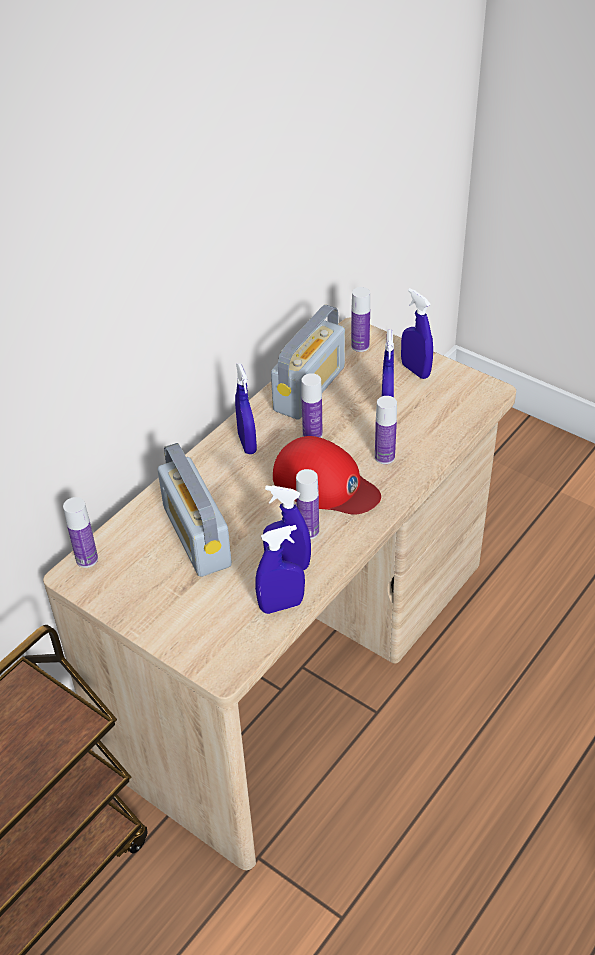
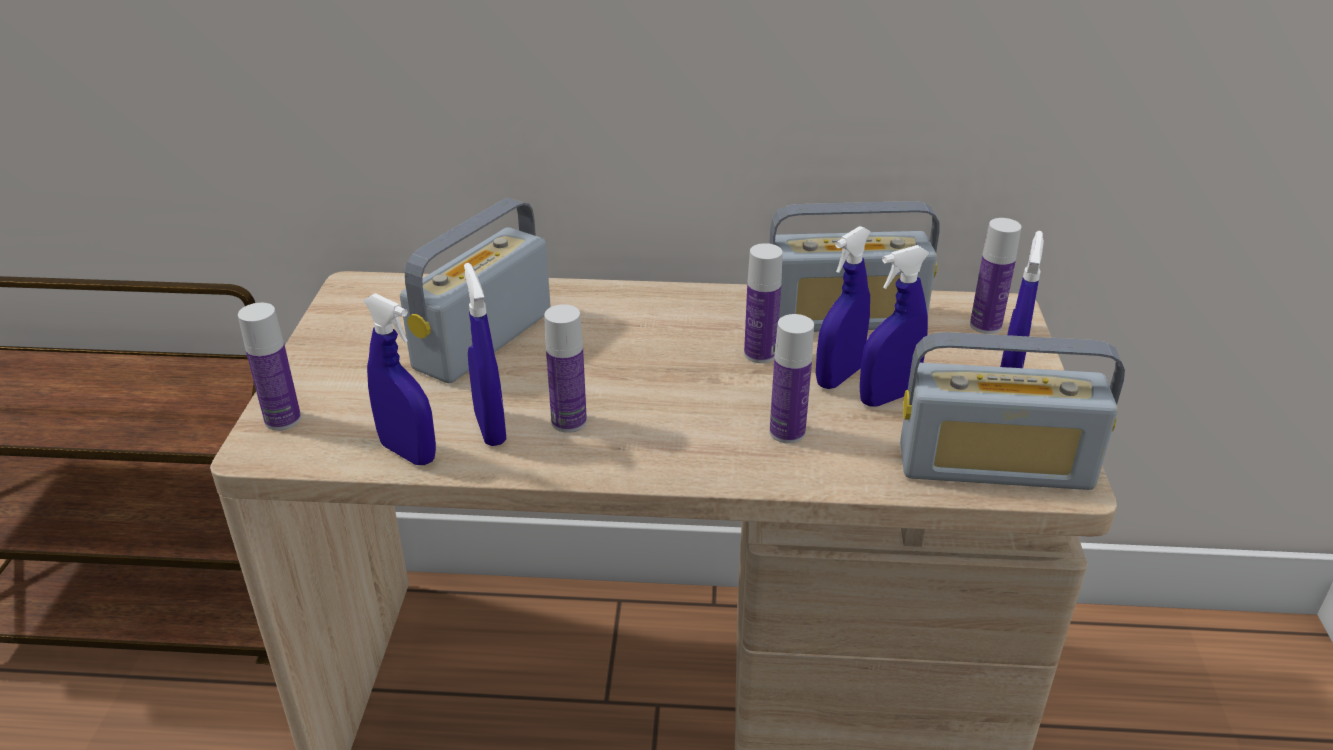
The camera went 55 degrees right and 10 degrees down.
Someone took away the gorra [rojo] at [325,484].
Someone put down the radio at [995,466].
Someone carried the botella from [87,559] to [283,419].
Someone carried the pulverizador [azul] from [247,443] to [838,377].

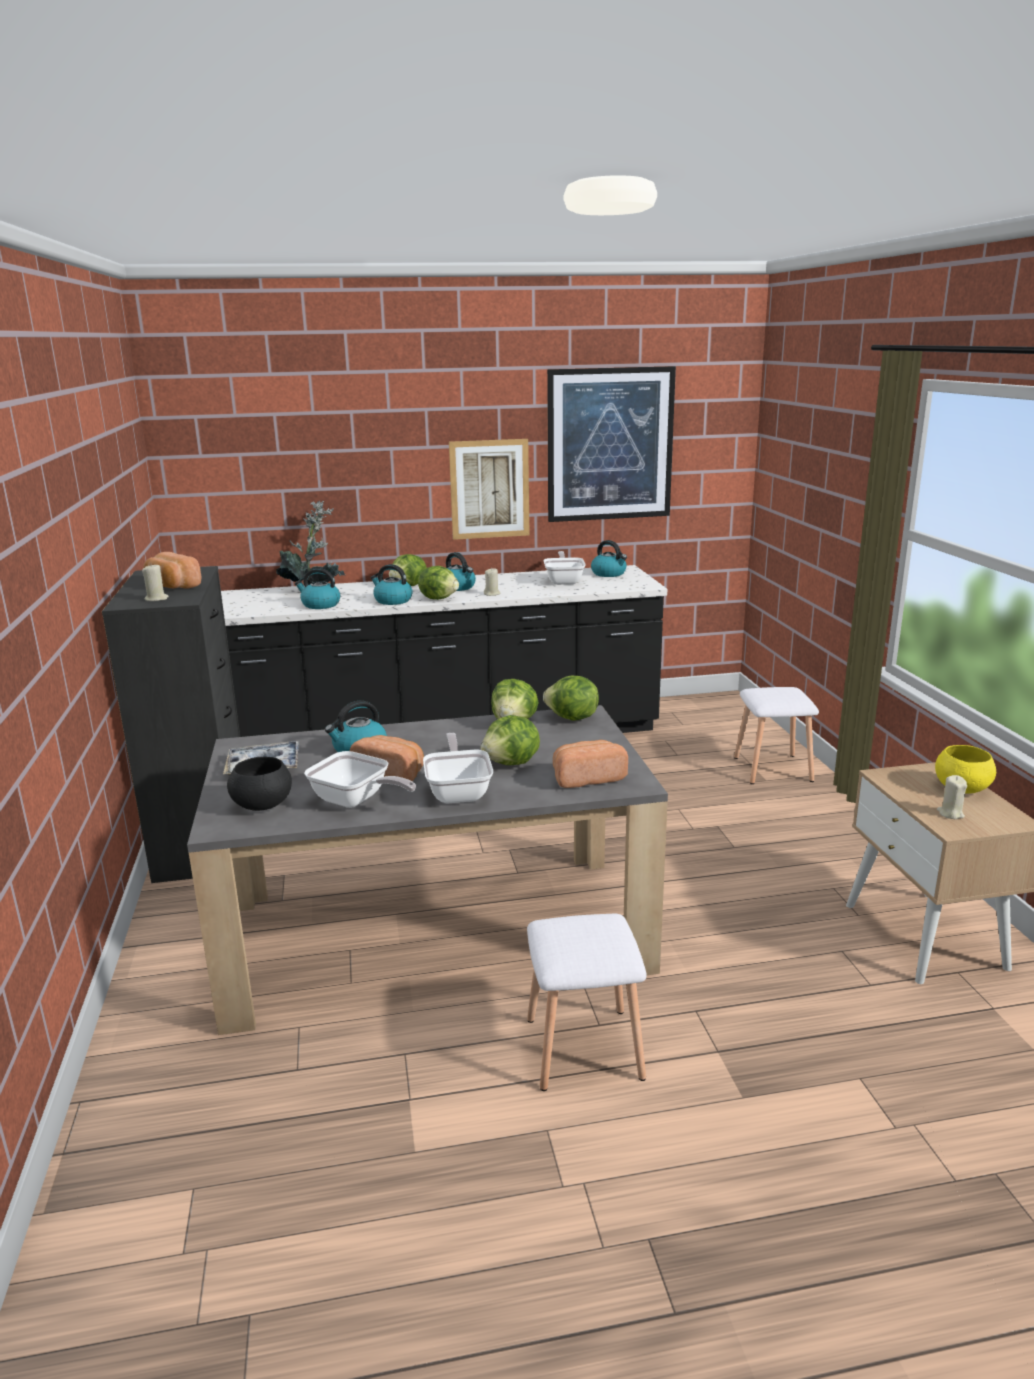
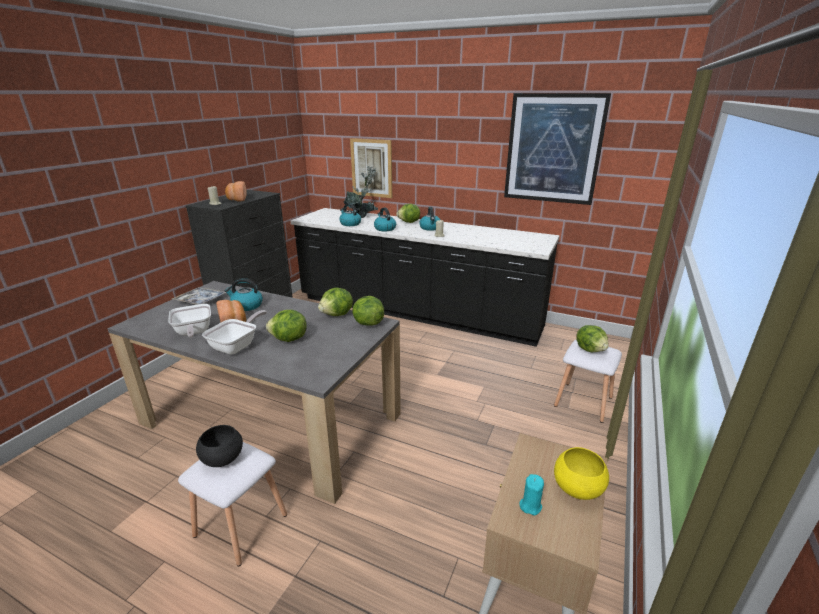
The camera went 35 degrees right and 5 degrees up.
Someone took away the sartén at [564,581].
Someone took away the pan at [587,778].
Someone took away the hervidor at [609,574].
Someone carried the cuenco [negro] from [262,805] to [222,459].
Someone carried the lechuga from [439,598] to [590,349].
Someone carried the cuadro from [489,489] to [371,168].
Someone repainted the vela [beis] at [950,813], which became the vela [turquesa] at [530,505].

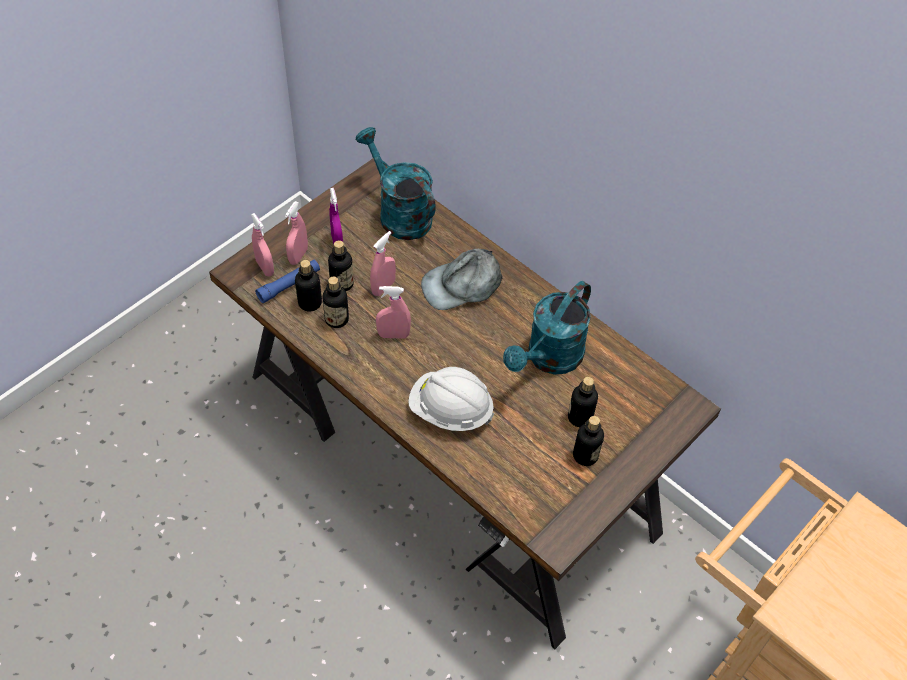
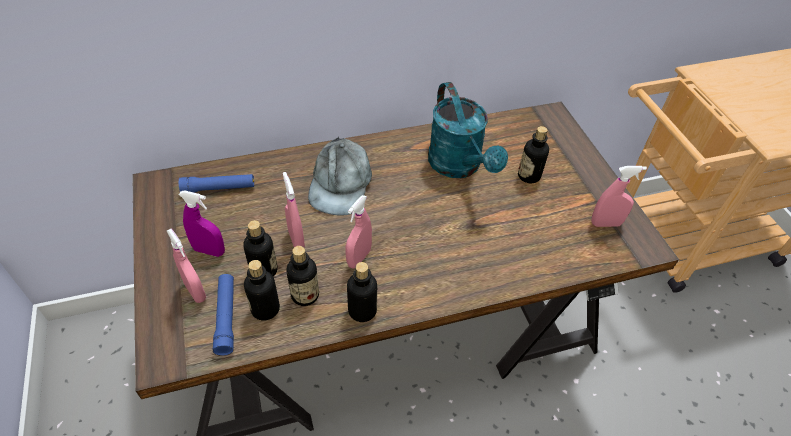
The camera went 60 degrees left and 5 degrees down.
Someone took away the casco [blanco] at [450,411].
Someone carried the pulverizador [rosa] from [265,267] to [606,223].
Someone carried the botella from [585,455] to [362,311].
Someone swapped the regadera [turquesa] at [399,213] for the linterna [azul] at [219,188].

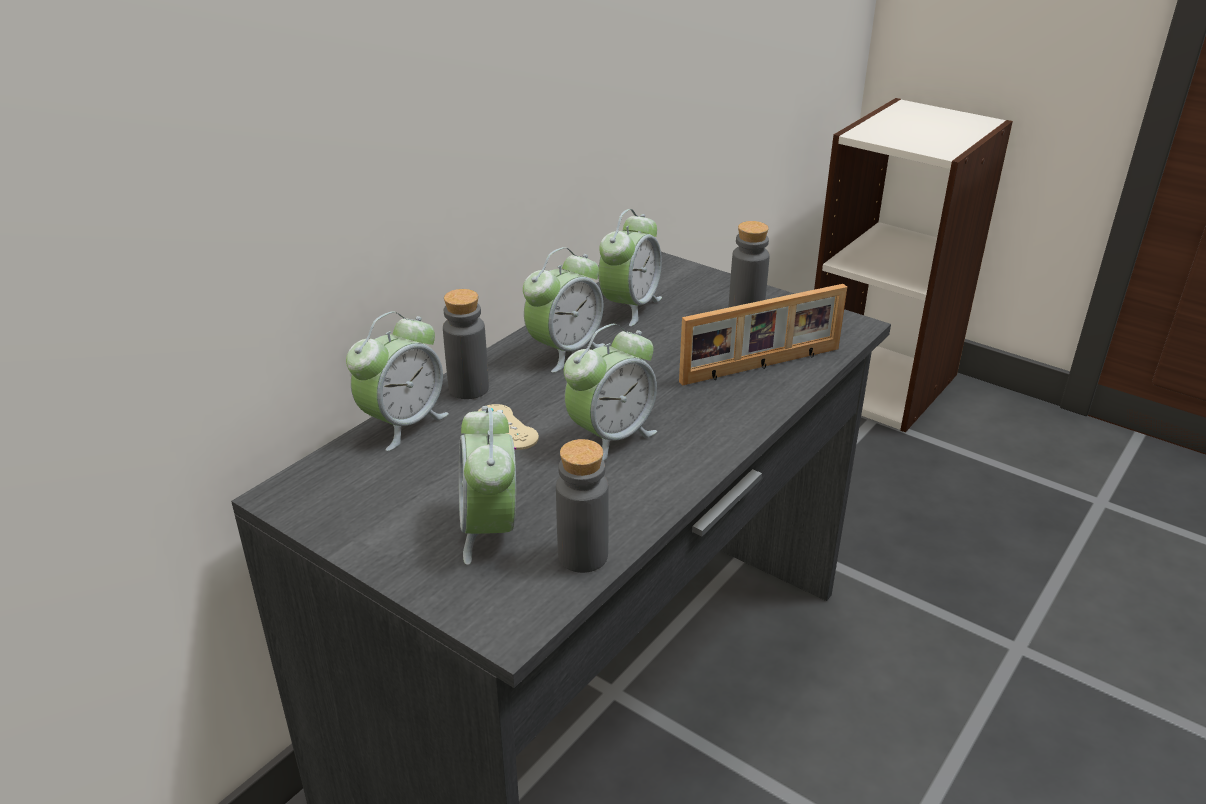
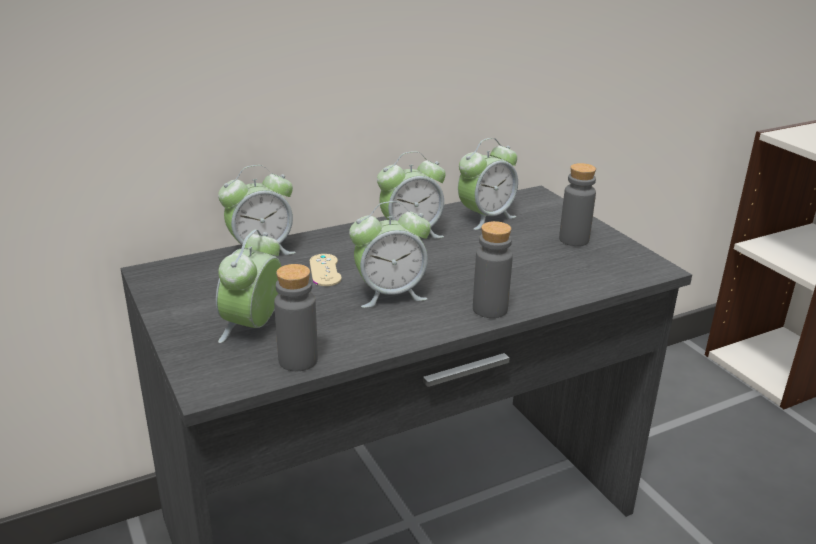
The camera went 25 degrees right and 5 degrees down.
Someone took away the portarretratos at [762,366].
Someone carried the botella [gris] from [468,388] to [490,309].

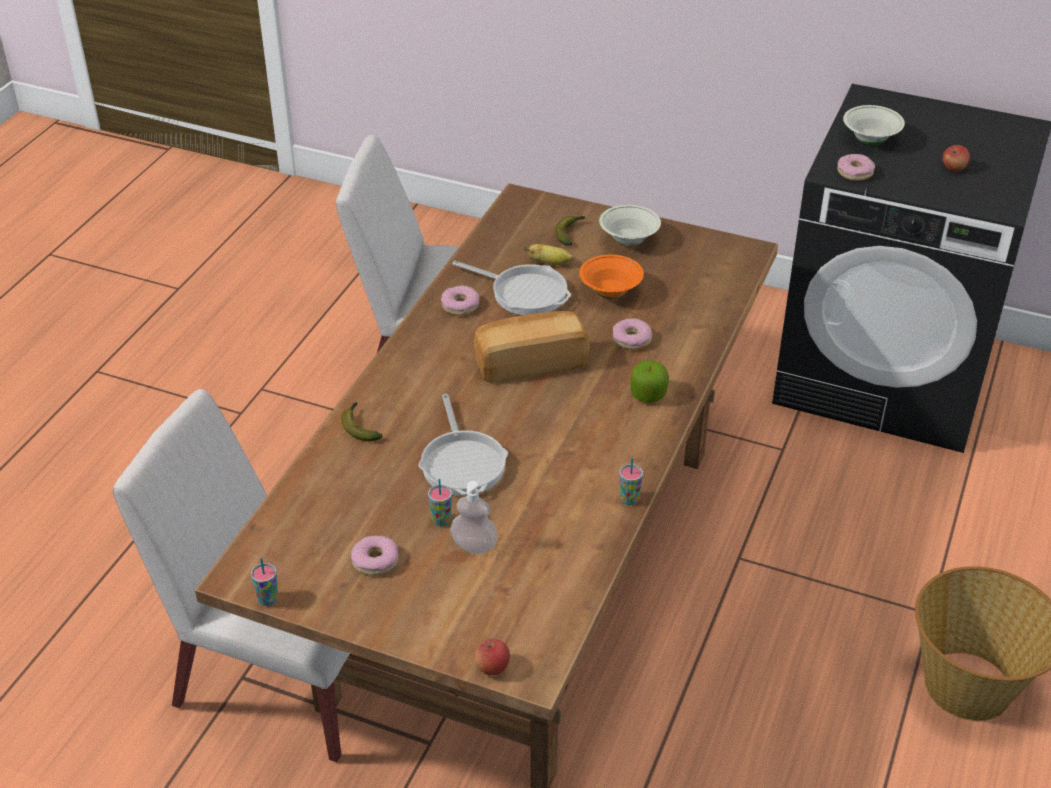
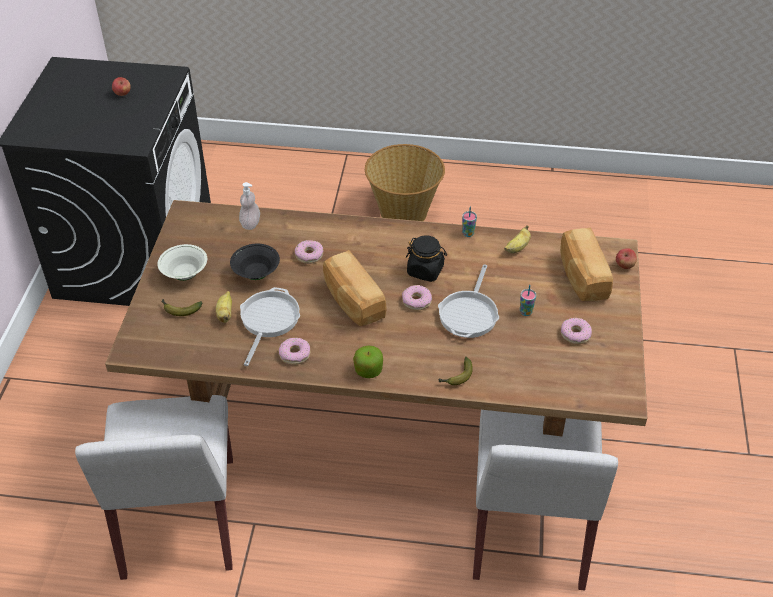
The camera went 105 degrees left and 5 degrees up.
Someone took away the taza at [268,599].
Someone took away the cuenco [blanco] at [870,141].
Someone put down the tarro [negro] at [425,270].
Someone put down the plátano at [517,248].
Someone put down the pan at [581,277].
Someone carried the dispensador de jabón from [474,545] to [250,224].
Someone carried the manzana from [648,394] to [368,370].
Someone carried the rosquilla from [854,172] to [416,301].
Someone repainted the cuenco [naranja] at [610,293], which became the cuenco [negro] at [256,274].
Someone rotated the sartén at [462,463] by 135 degrees clockwise.

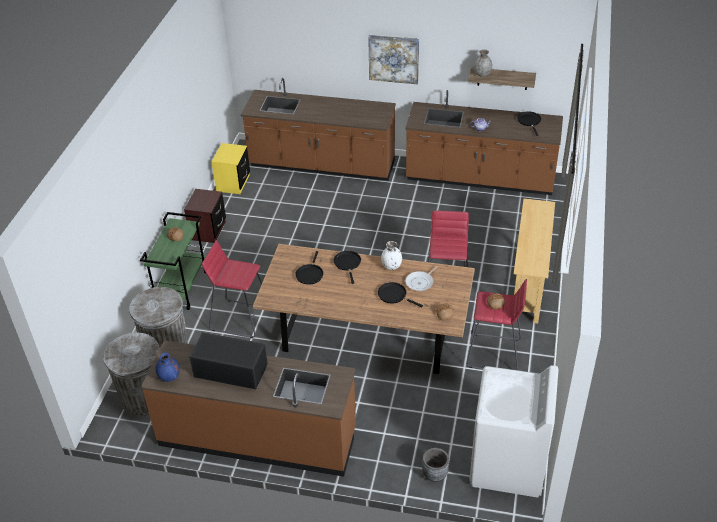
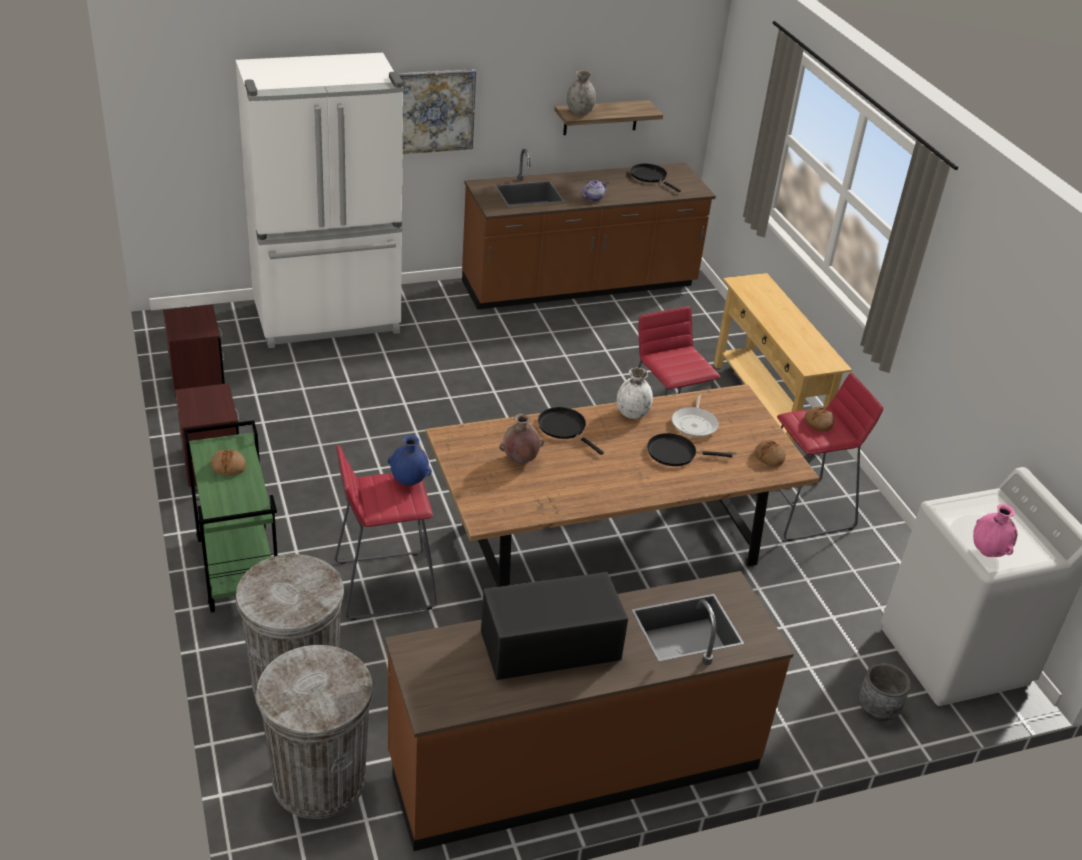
The camera went 35 degrees left and 5 degrees down.
Someone put down the florero [rosa] at [988,553].
Someone carried the florero [azul] from [170,378] to [409,482].
Someone swapped the mueble bajo de cocina [marrón] at [322,165] for the nevera [blanco] at [328,319].
Someone swapped the sartén [negro] at [310,274] for the florero [marrón] at [520,460].
Someone repainted the mesita de noche [amarillo] at [233,183], which became the mesita de noche [marrón] at [197,379].

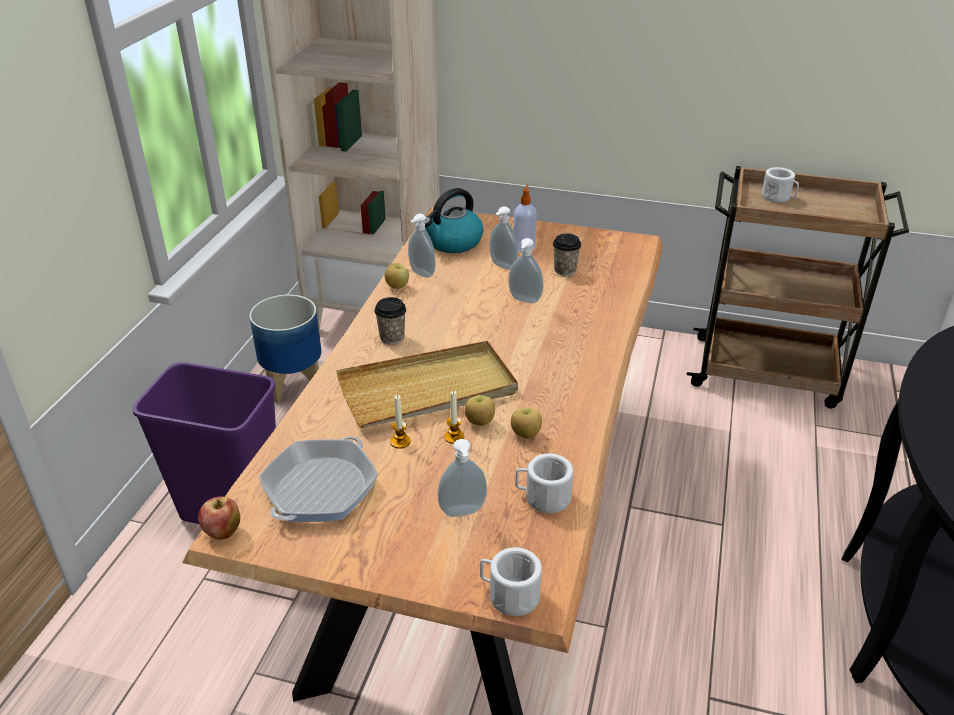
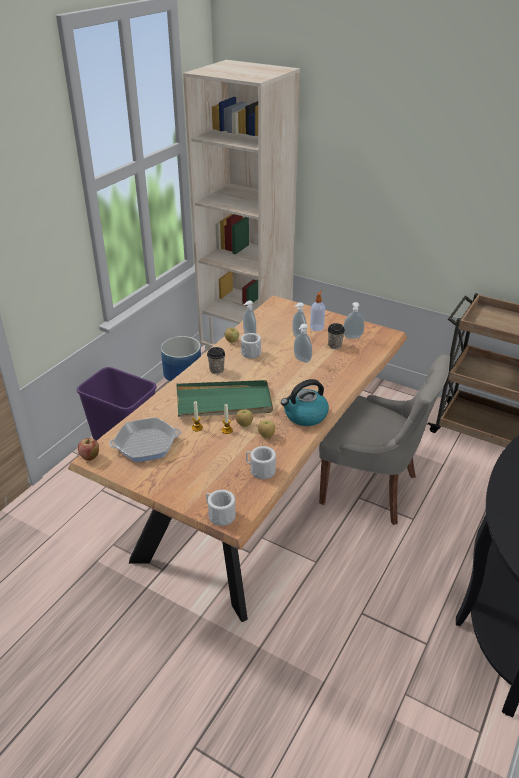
The camera went 15 degrees right and 0 degrees up.
Someone put down the silla [gris] at [371,489].
Someone carried the hervidor from [452,242] to [305,416].
Someone carried the dispensador de jabón from [463,513] to [352,338].
Someone carried the taza grande [blanco] from [778,197] to [252,354].
Someone repainted the bandeja [beis] at [428,390], which became the bandeja [verde] at [224,402].
Someone rotated the sartén at [320,488] by 150 degrees counterclockwise.

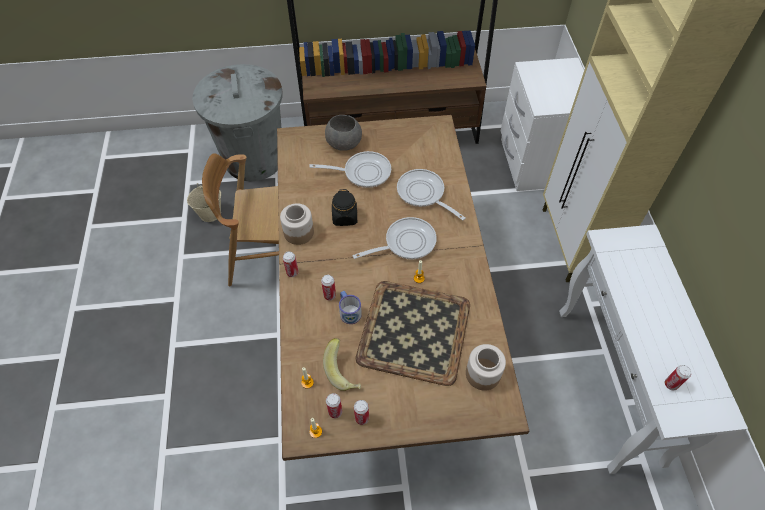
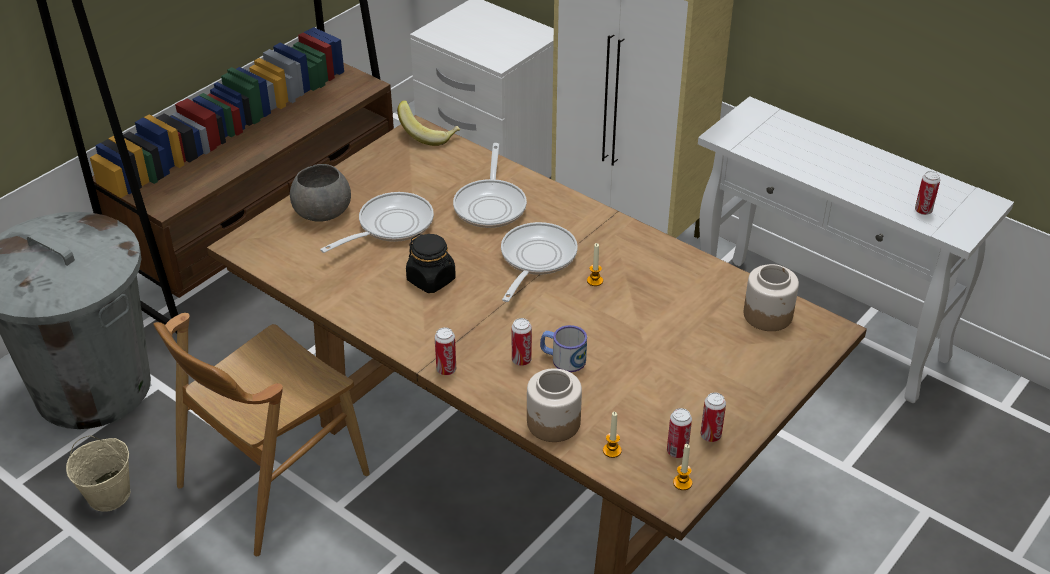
The camera went 45 degrees left and 15 degrees down.
Someone took away the bandeja at [413,330].
Someone carried the tarro from [298,233] to [553,423].
Someone carried the plátano from [344,371] to [429,135].
Someone rotated the sartén at [423,194] by 90 degrees counterclockwise.

